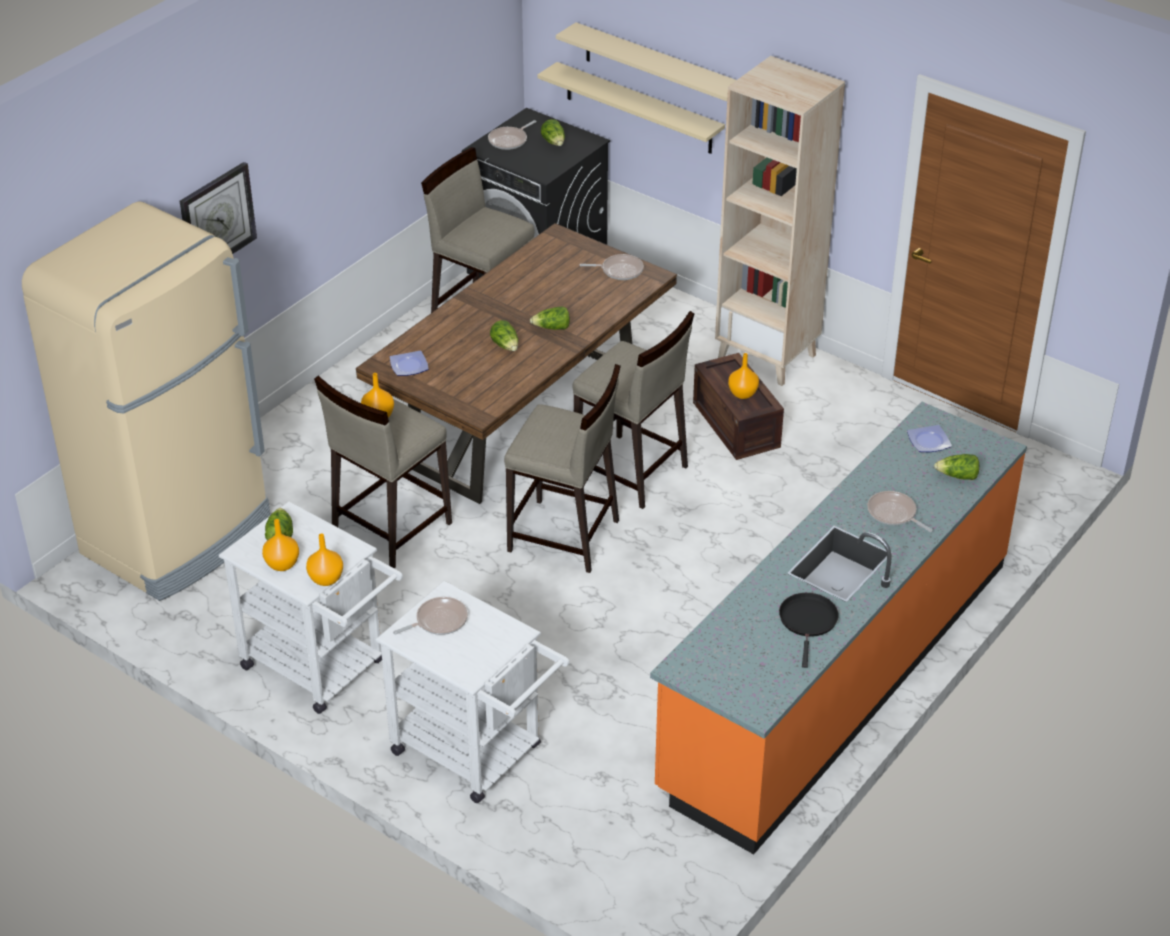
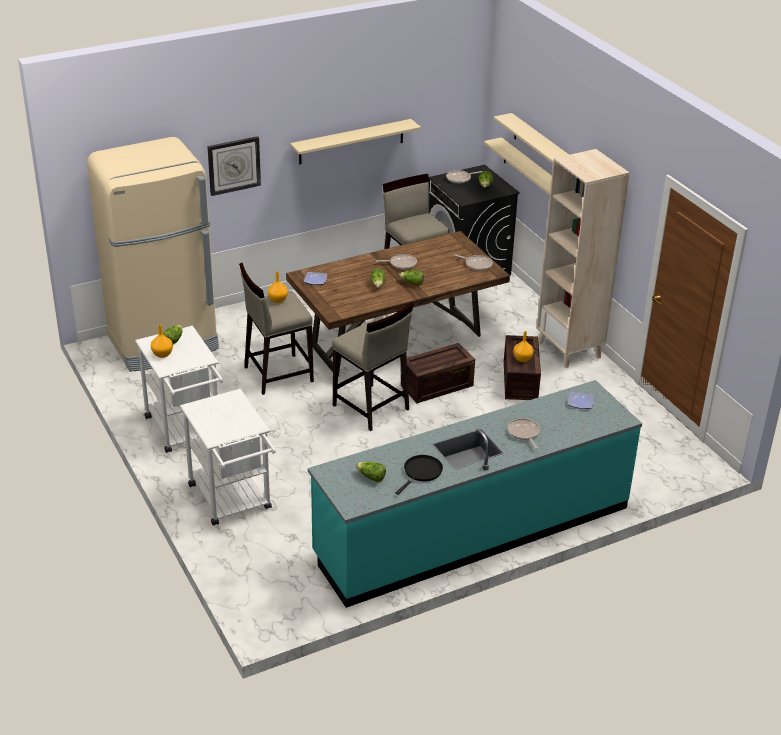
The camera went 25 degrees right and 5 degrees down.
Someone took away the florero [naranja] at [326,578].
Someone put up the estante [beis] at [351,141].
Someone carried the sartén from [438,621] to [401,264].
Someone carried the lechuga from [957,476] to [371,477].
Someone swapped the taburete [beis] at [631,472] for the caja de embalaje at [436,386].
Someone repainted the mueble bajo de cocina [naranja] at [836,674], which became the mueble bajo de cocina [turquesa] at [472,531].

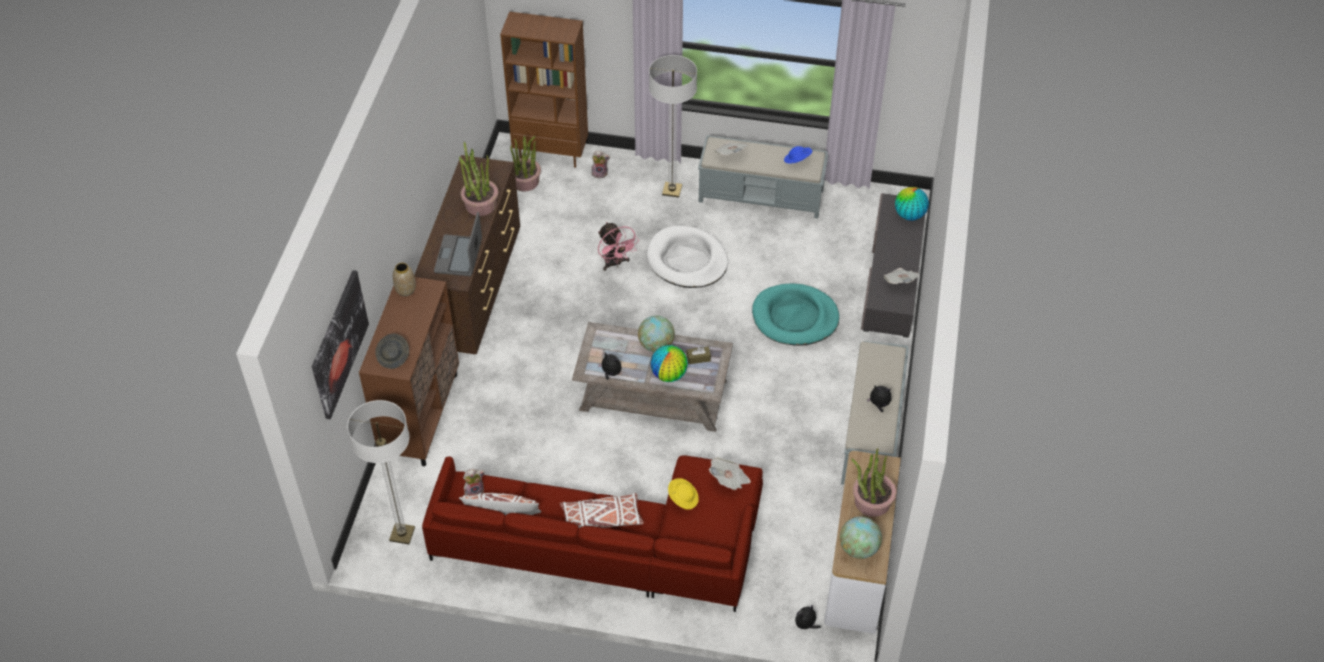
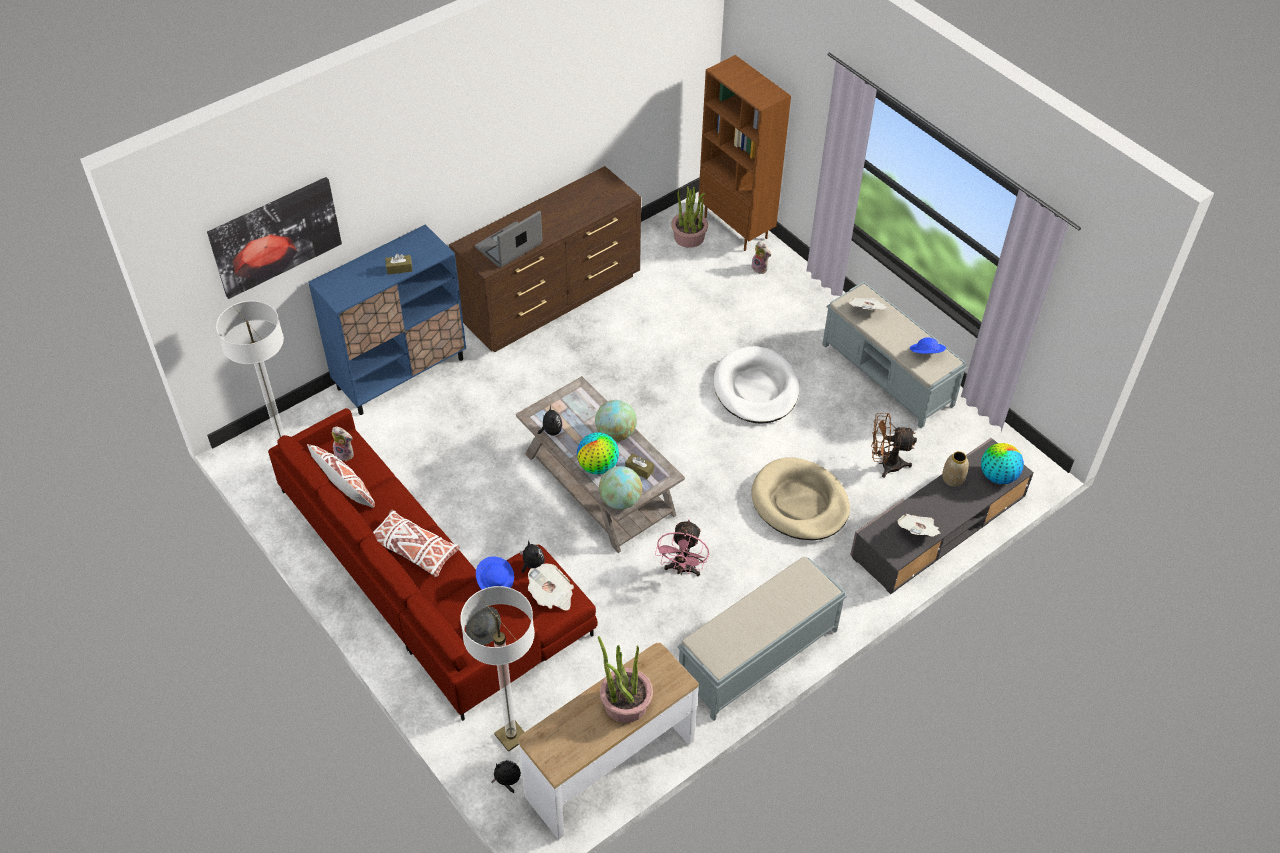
The camera went 40 degrees right and 0 degrees up.
Someone took away the planta en maceta at [480,204].
Someone put down the caja de pañuelos [marrón] at [399,268].
Someone put down the ventilador [marrón] at [885,464].
Someone carried the sombrero [gris] from [393,356] to [484,631].
Someone carried the florero from [405,290] to [952,479].
Someone carried the ventilador [rosa] from [615,263] to [682,569].
Someone carried the lámpara de pie from [672,190] to [511,736].
Someone carried the globo terráqueo from [858,548] to [620,500].
Someone carried the peluche from [879,405] to [532,566].
Someone repainted the armario [marrón] at [421,415], which became the armario [azul] at [401,373].
Someone repainted the sombrero [amarillo] at [683,498], which became the sombrero [azul] at [495,581].
Someone repainted the cama para perro [turquesa] at [795,318], which became the cama para perro [beis] at [799,503].

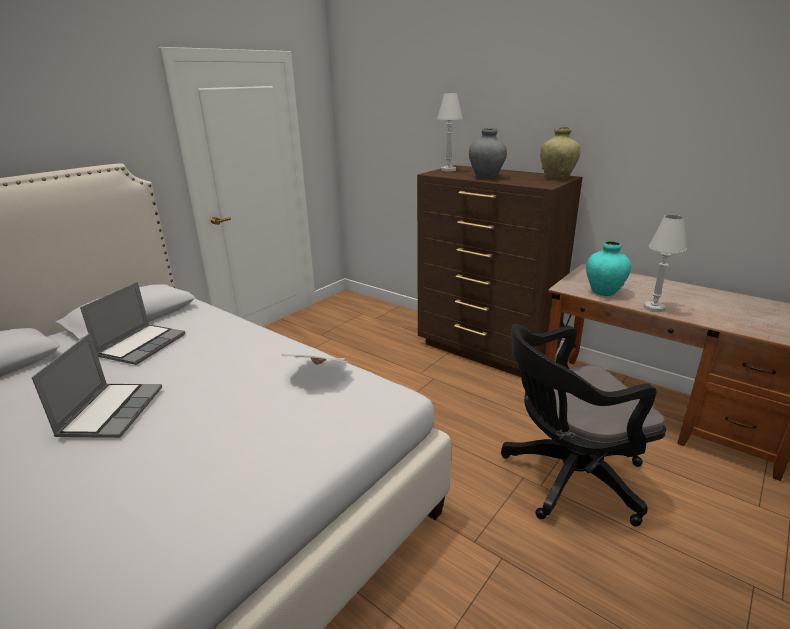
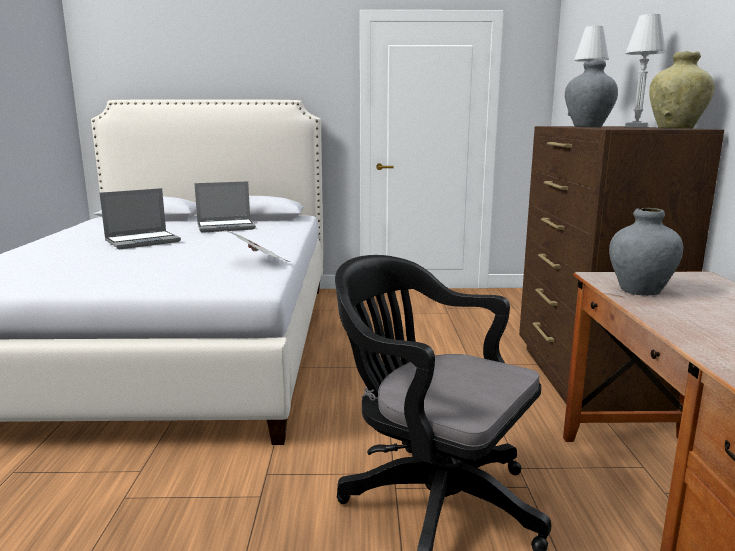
The camera went 50 degrees right and 10 degrees down.
Someone carried the lámpara de mesa [blanco] from [654,308] to [636,127].
Someone repainted the florero [turquesa] at [603,292], which became the florero [gris] at [639,291].

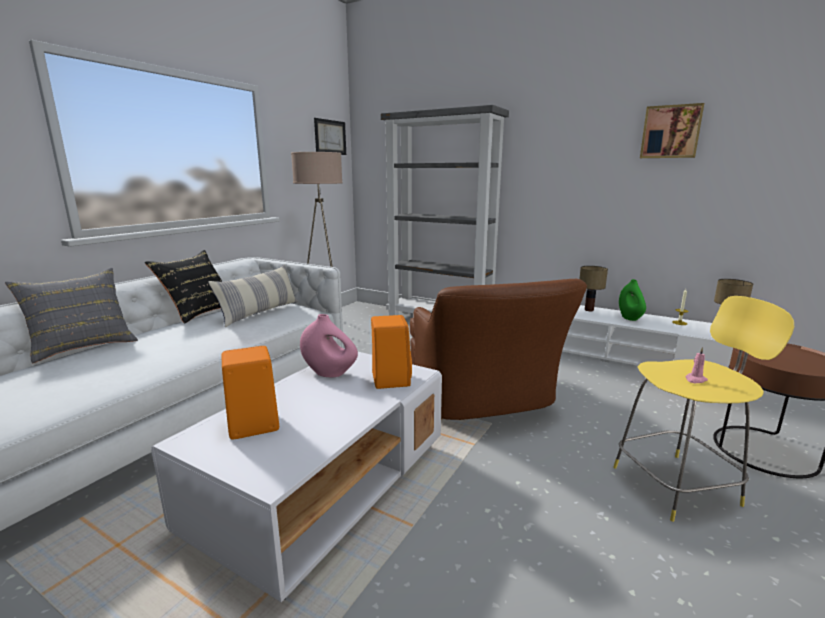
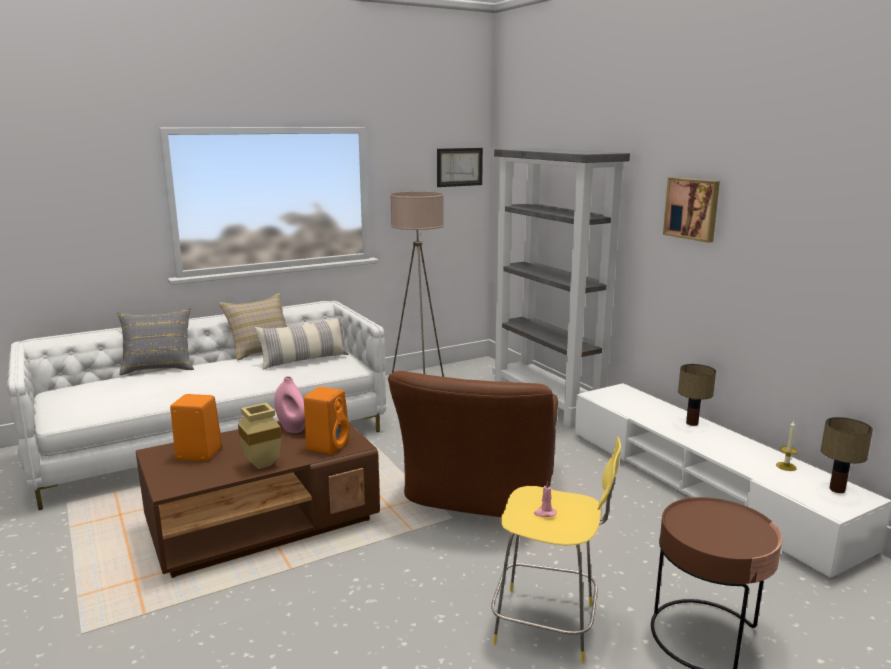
The camera went 30 degrees right and 0 degrees up.
Someone took away the florero [verde] at [630,318].
Someone put down the florero [beis] at [263,464].
Someone carried the cuadro from [670,132] to [692,209].
Someone repainted the cojín [negro] at [199,312], which became the cojín [beis] at [261,351].
Someone repainted the mesa de centro [blanco] at [324,487], which became the mesa de centro [marrón] at [263,523].

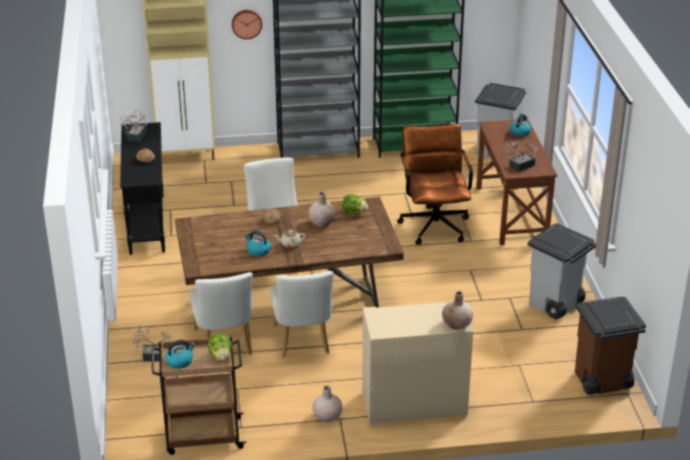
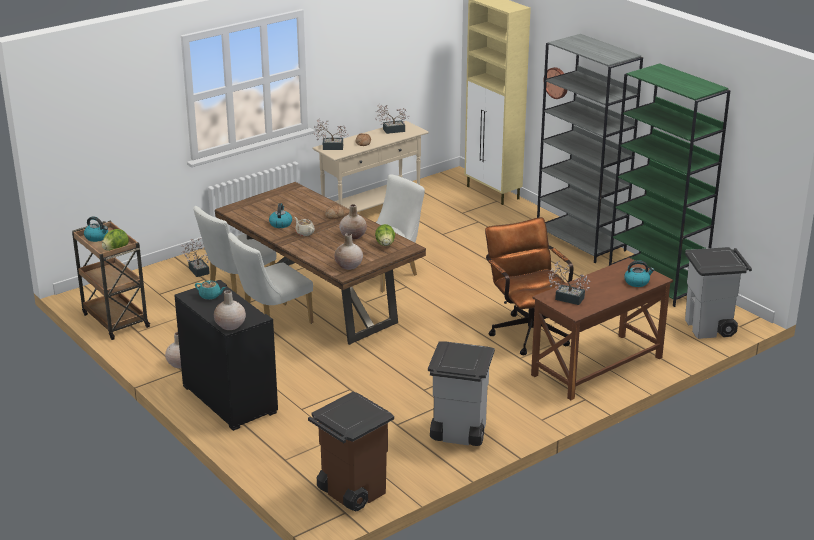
The camera went 60 degrees right and 5 degrees down.
Someone put down the tetera [turquesa] at [210,296].
Someone put down the planta en maceta at [330,147].
Someone put down the florero [beis] at [349,266].
Someone repainted the mesa consola [negro] at [147,224], which became the mesa consola [beis] at [372,211].
Someone repainted the cómoda [beis] at [414,405], which became the cómoda [negro] at [228,399].
Someone rotated the silla de oficina [marrón] at [434,223] by 75 degrees counterclockwise.

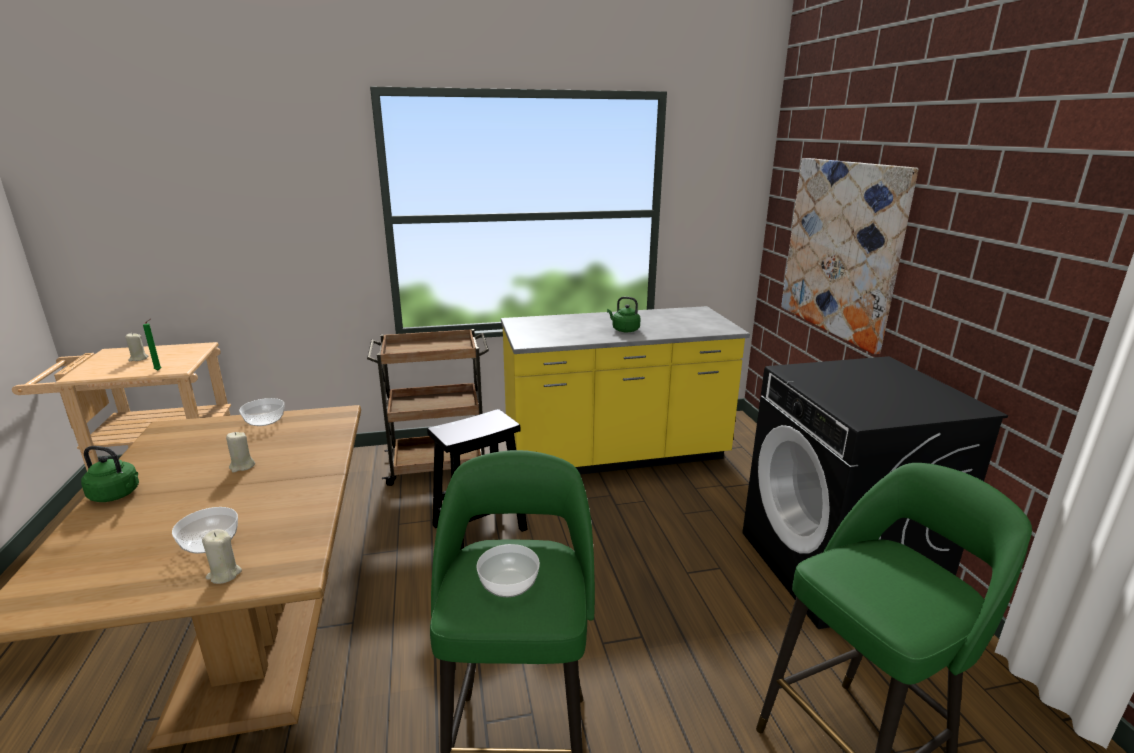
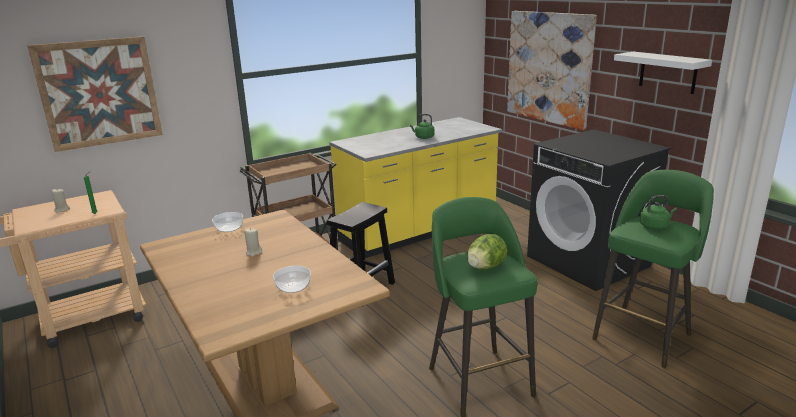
The camera went 20 degrees left and 0 degrees up.
Someone took away the vela [beis] at [224,574].
Someone put up the cuadro at [99,93].
Someone put up the estante [blanco] at [668,72].
Someone carried the hervidor [verde] from [117,494] to [655,226].
Someone swapped the cuenco at [509,583] for the lechuga at [485,267].

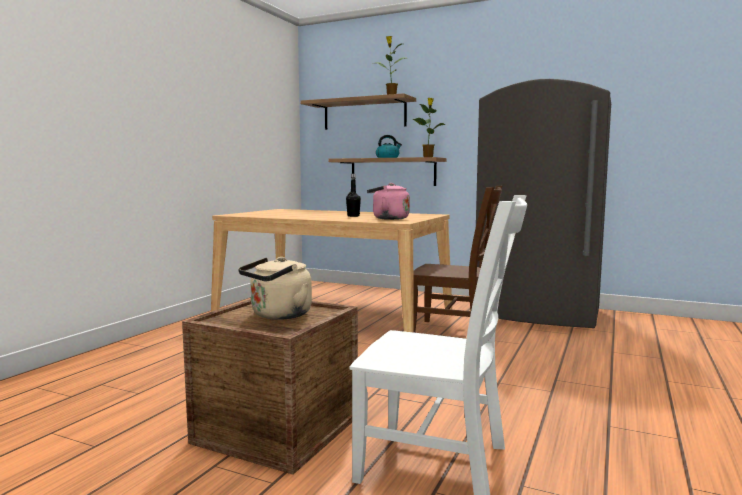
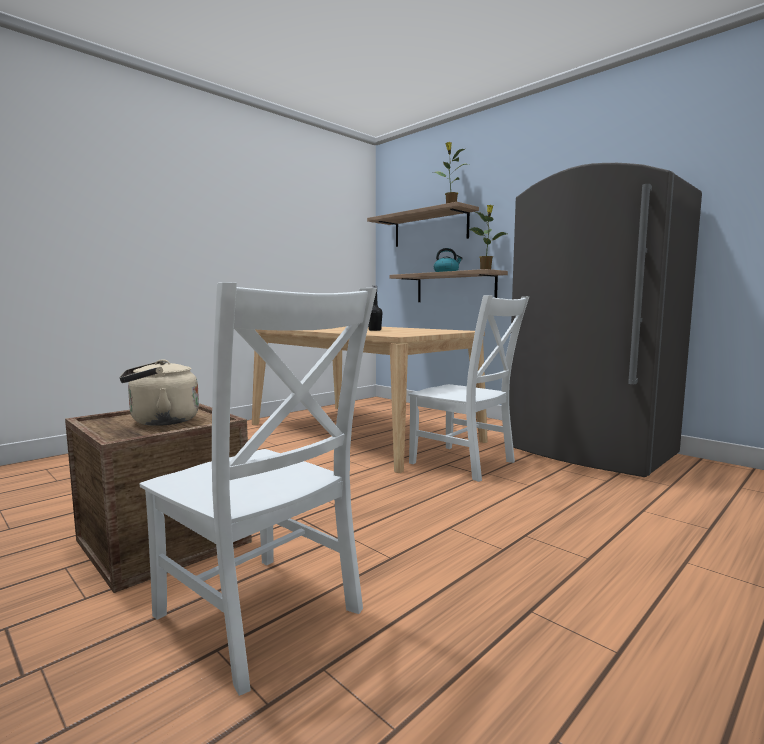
The camera went 20 degrees right and 0 degrees up.
Someone took away the hervidor [rosa] at [388,218].
Someone repainted the silla [marrón] at [455,333], which became the silla [blanco] at [465,463].

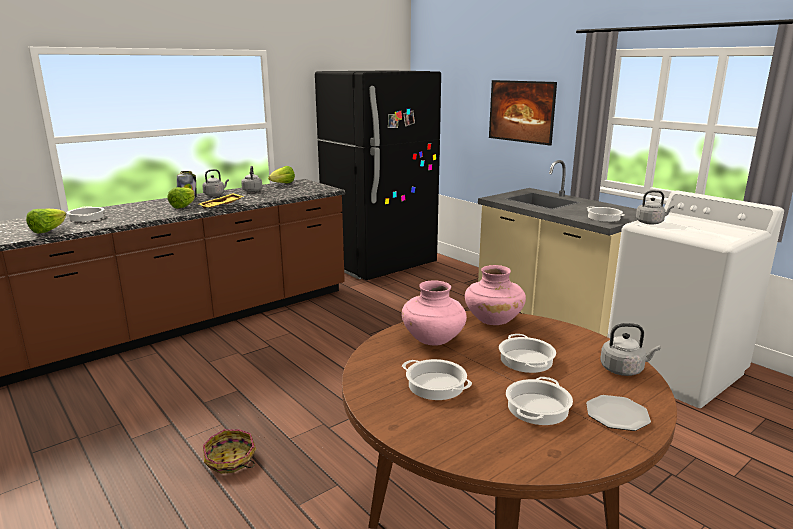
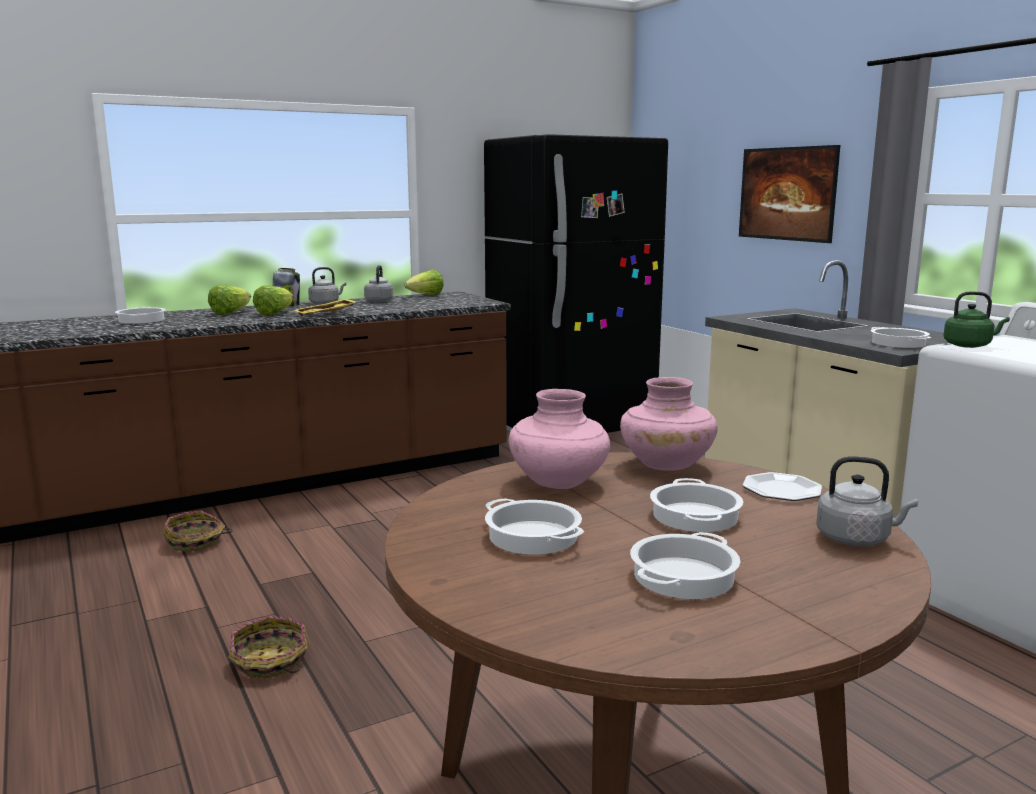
The camera went 10 degrees right and 5 degrees down.
Someone put down the cesta at [195,542].
Someone carried the lechuga from [48,230] to [230,313].
Someone carried the plato from [617,415] to [782,490].
Someone repainted the hervidor [gris] at [651,222], which became the hervidor [verde] at [969,345].

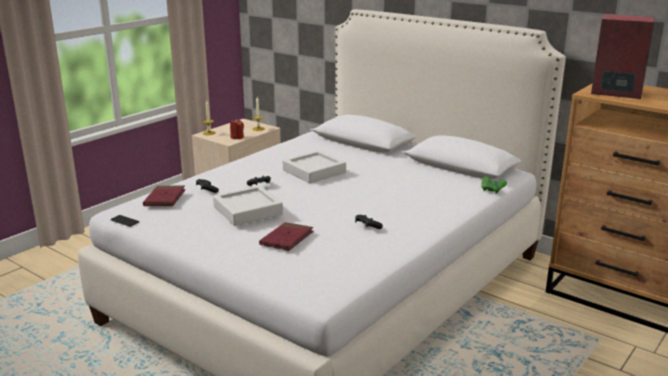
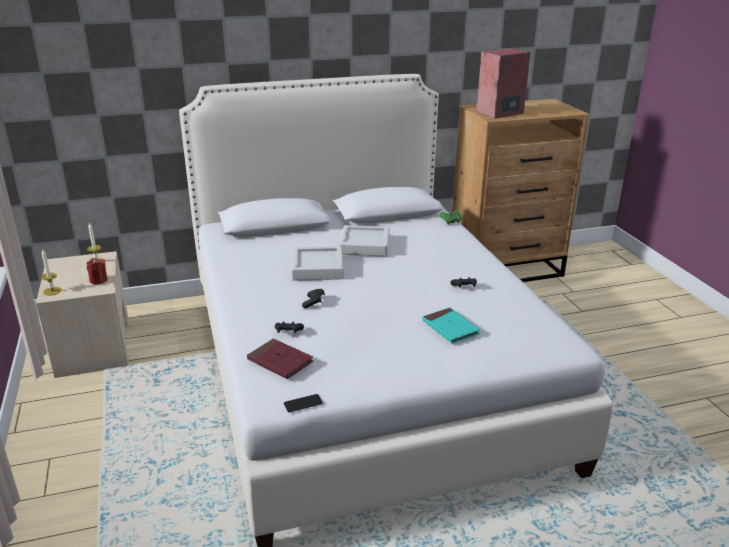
The camera went 55 degrees left and 5 degrees up.
Someone carried the bandeja [gris] from [248,210] to [364,245].
Someone repainted the libro [rojo] at [286,239], which became the libro [turquesa] at [450,328].

